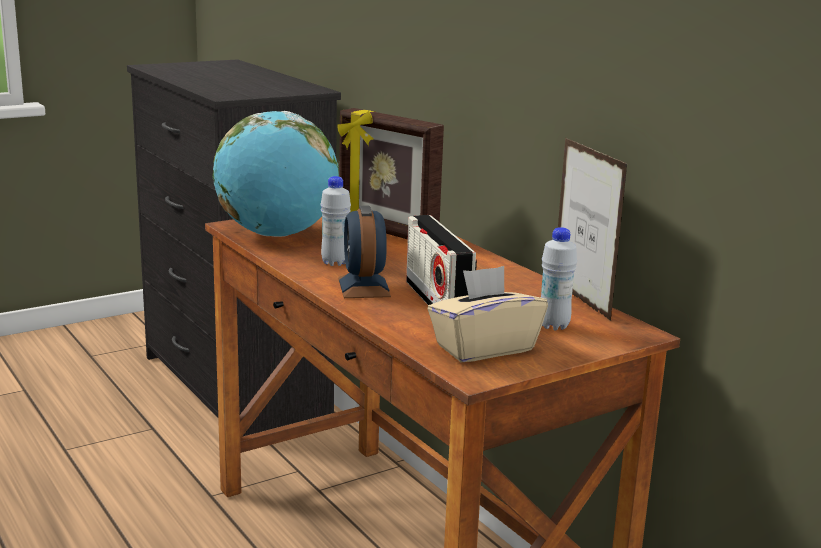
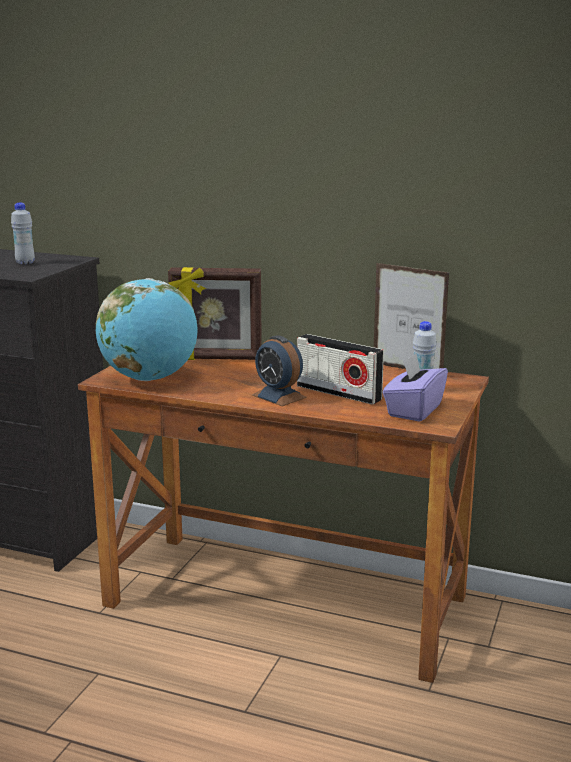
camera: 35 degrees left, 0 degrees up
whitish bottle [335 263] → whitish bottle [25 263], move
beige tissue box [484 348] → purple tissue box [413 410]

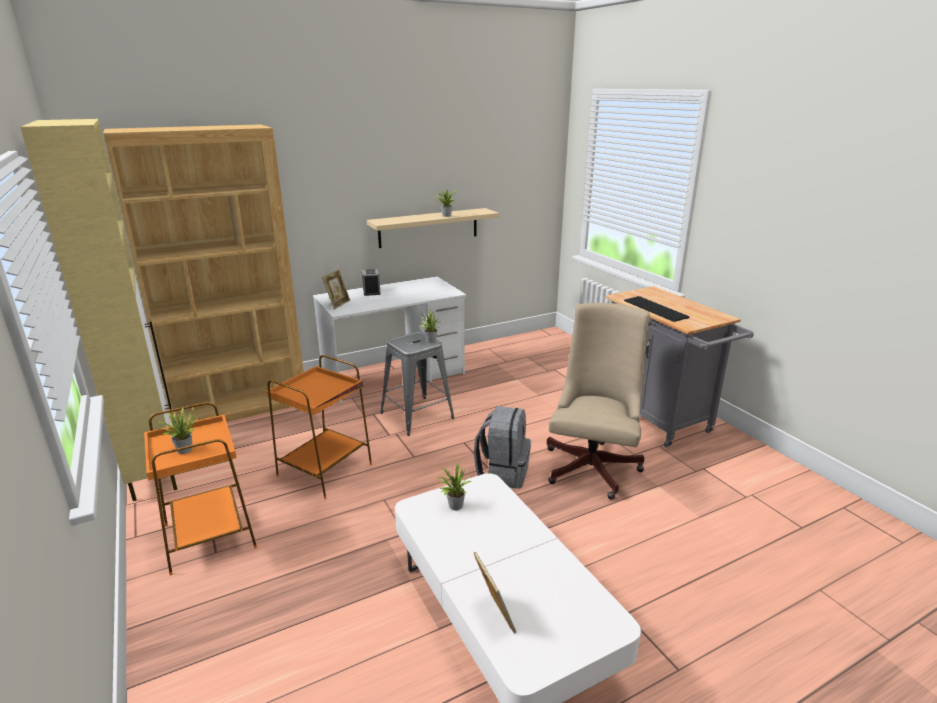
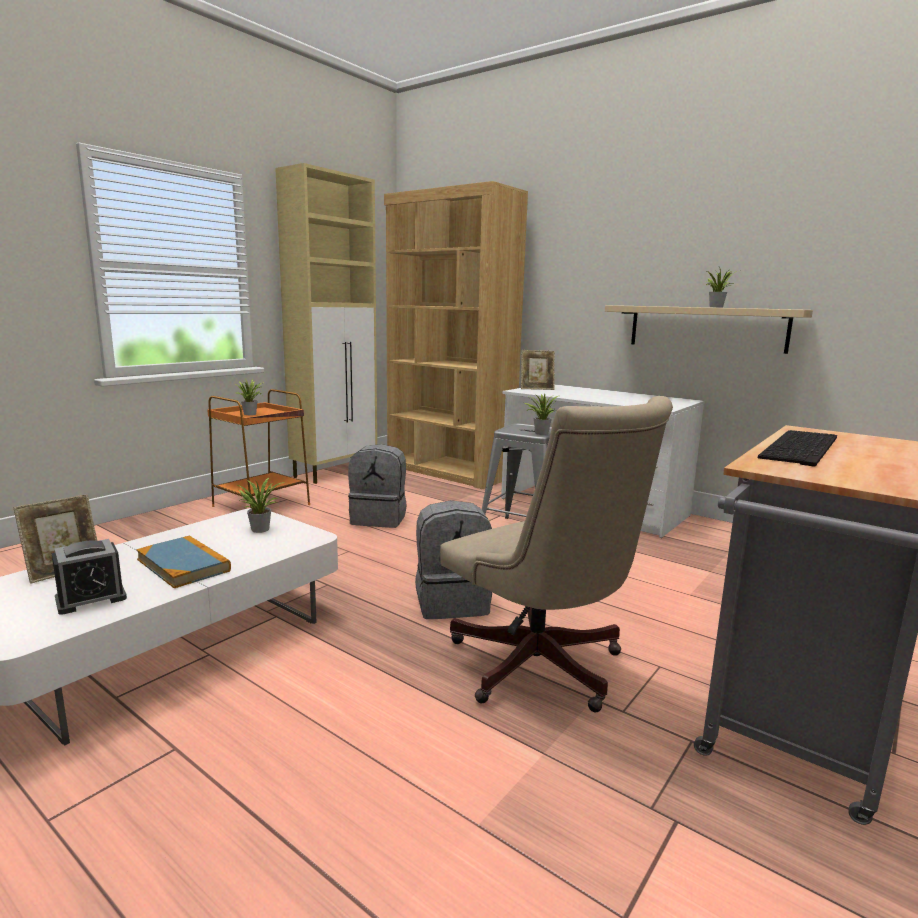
camera: 65 degrees right, 10 degrees down
alarm clock [371 291] → alarm clock [91 599], move
beige desk chair [593 464] → beige desk chair [542 670], 60 degrees clockwise
orange accent table [326 470] → gray backpack [379 519]
- → bound book [183 565]

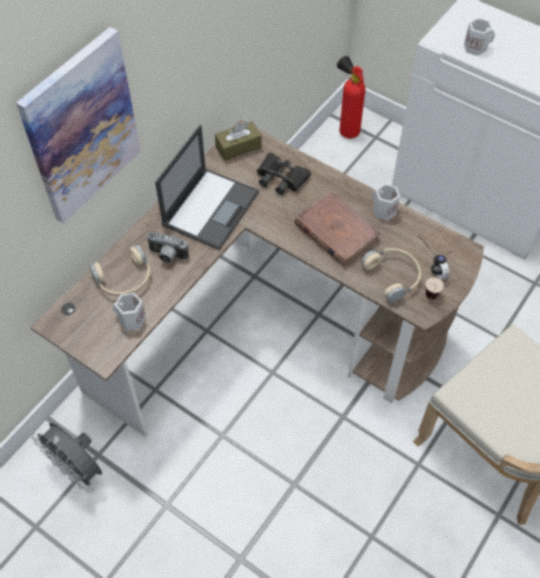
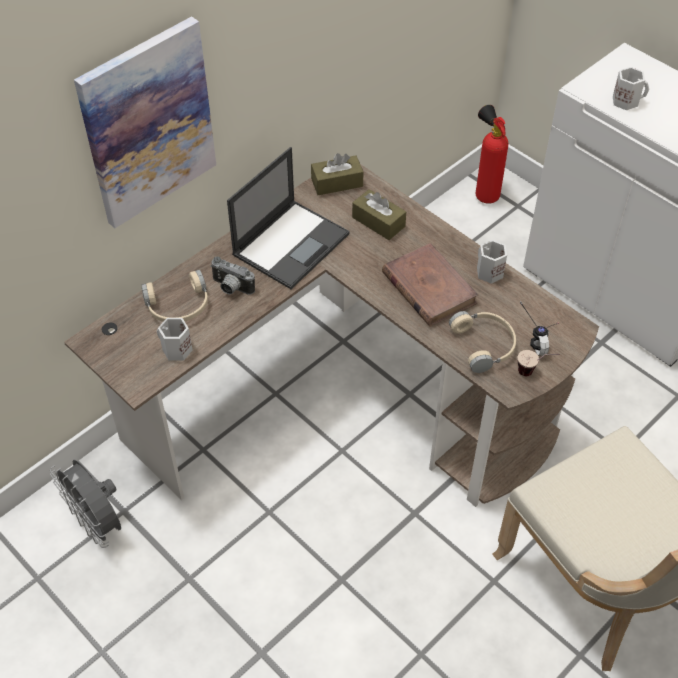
camera: 10 degrees right, 5 degrees down
black field glasses [281 178] → brownish tissue box [378 222]

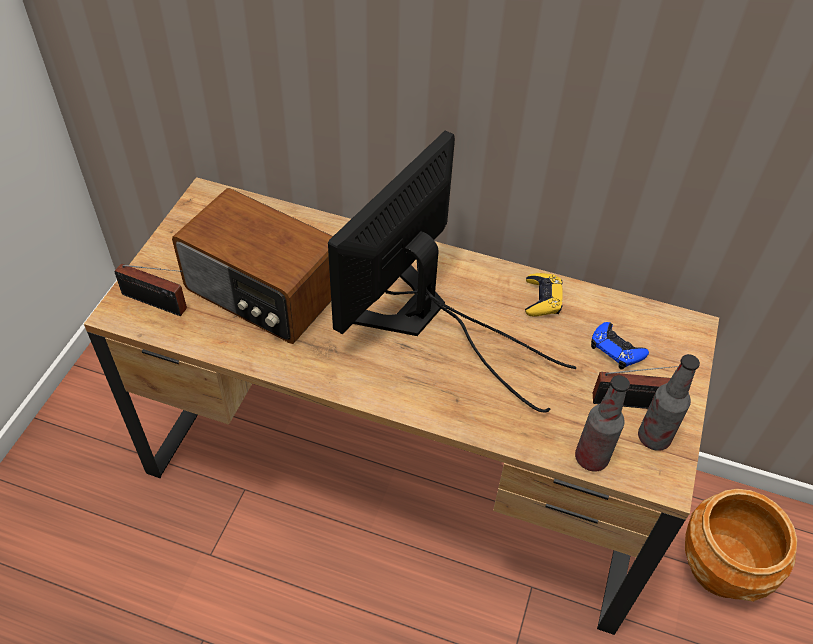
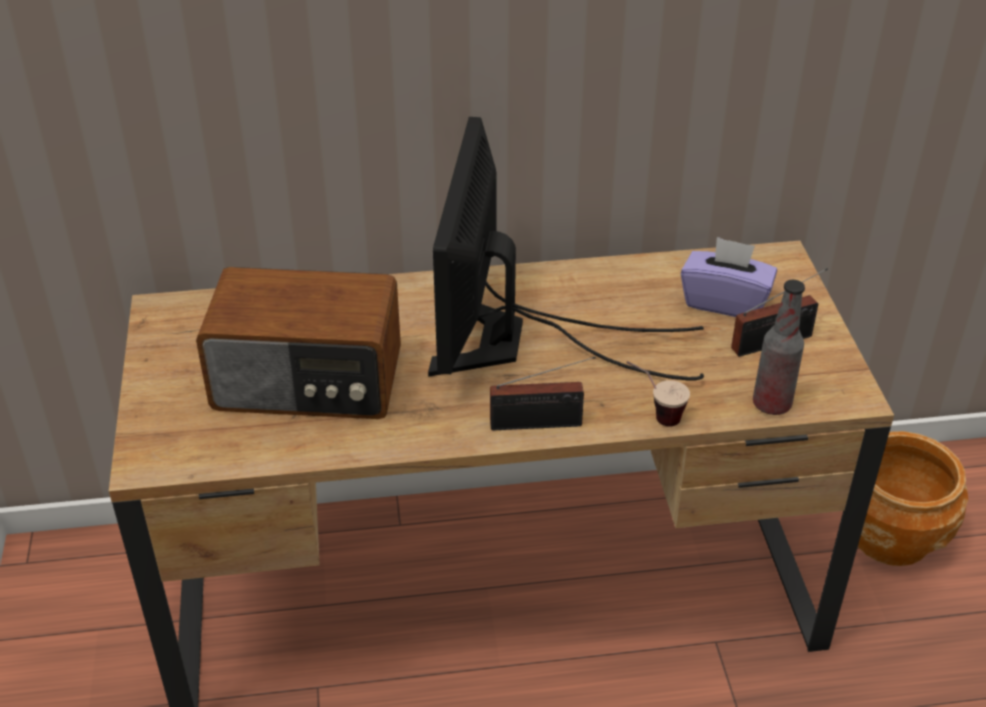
camera: 25 degrees left, 10 degrees down
radio set [157 303] → radio set [541 423], move
yellow-coloured joypad [542 299] → -
blue joypad [616 349] → purple tissue box [725 301]
bottle [653 438] → -
- → small cup [653 415]

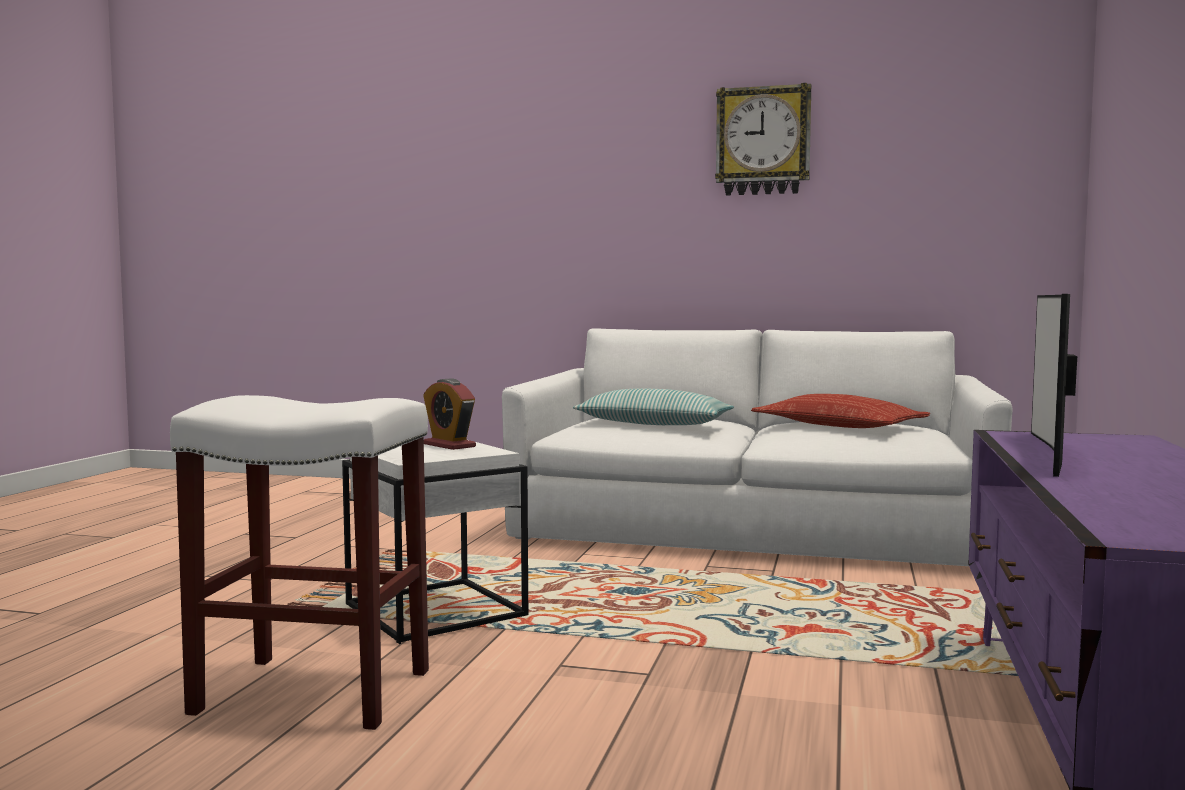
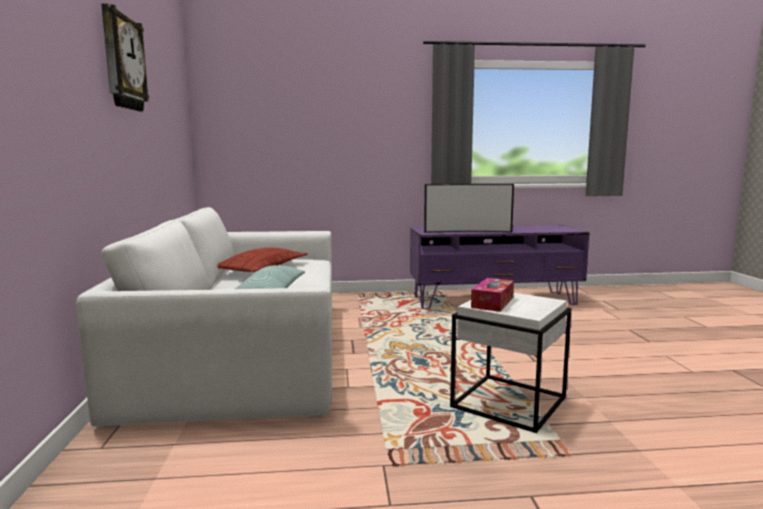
camera: 110 degrees left, 5 degrees up
alarm clock [449 445] → tissue box [492 302]
whitish stool seat [310 692] → -

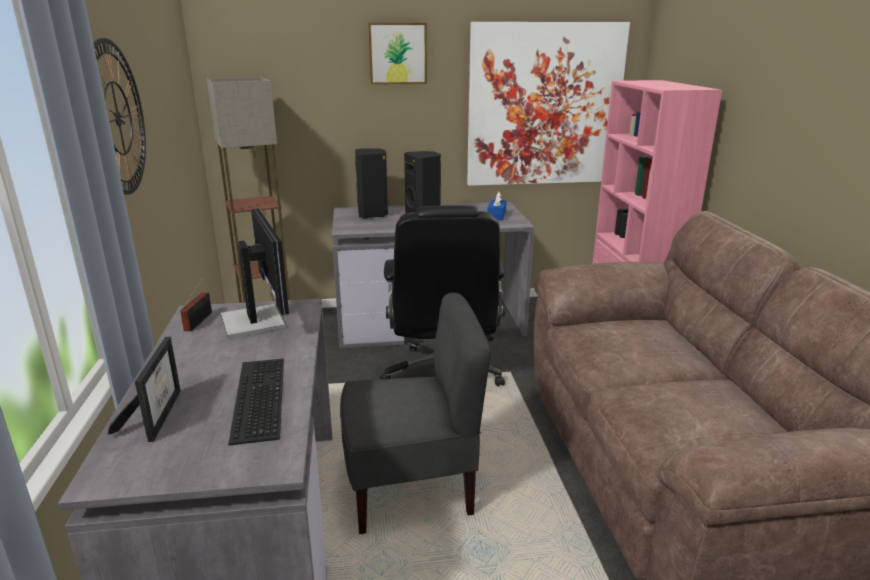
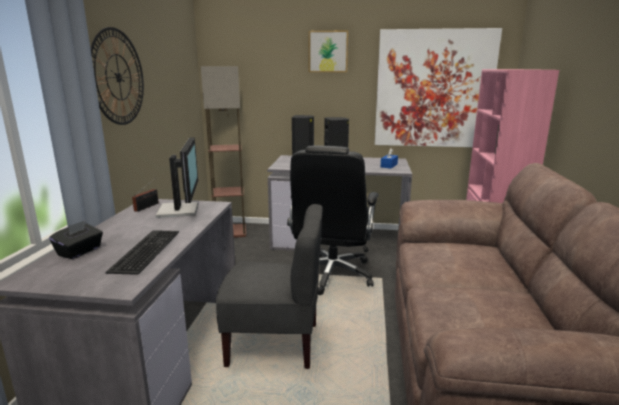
camera: 15 degrees right, 5 degrees down
picture frame [156 414] → black tissue box [80 251]

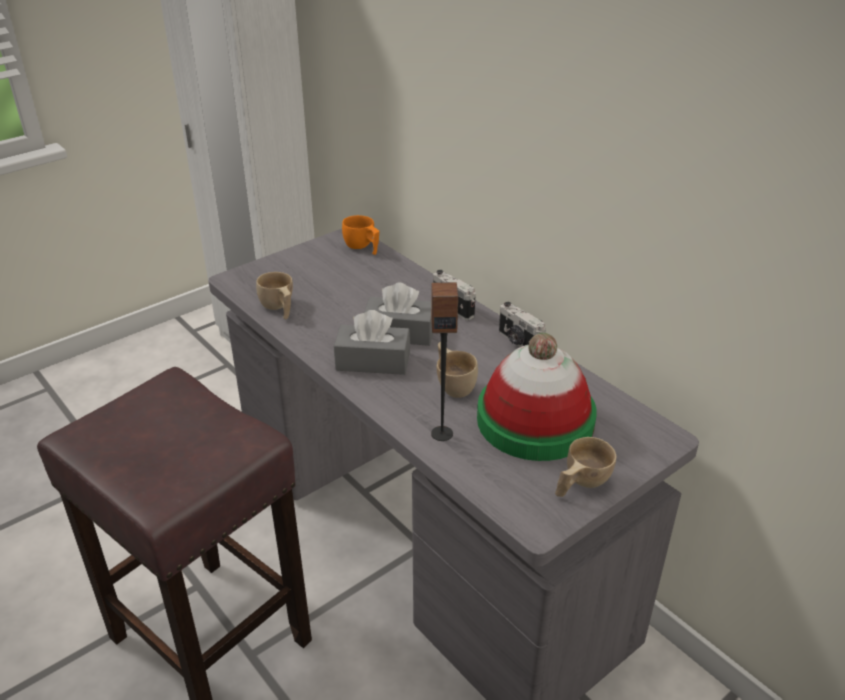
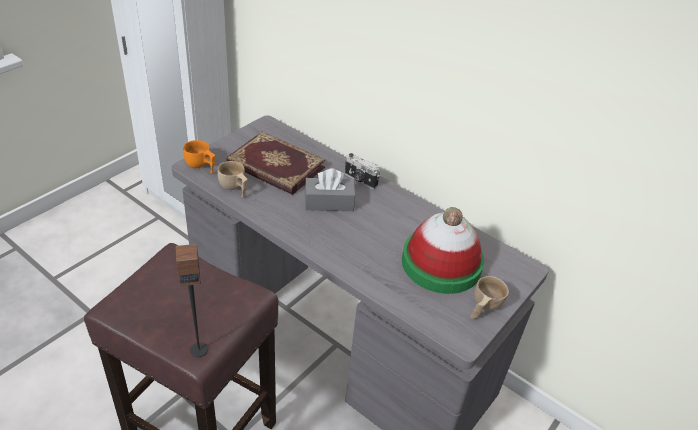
camera: 15 degrees left, 5 degrees up
orange small cup [362 248] → orange small cup [201 166], move
loudspeaker [442 433] → loudspeaker [199 349], move
photo camera [519 343] → -
gray tissue box [373 361] → -
beige small cup [454 383] → -
- → bound book [275 167]

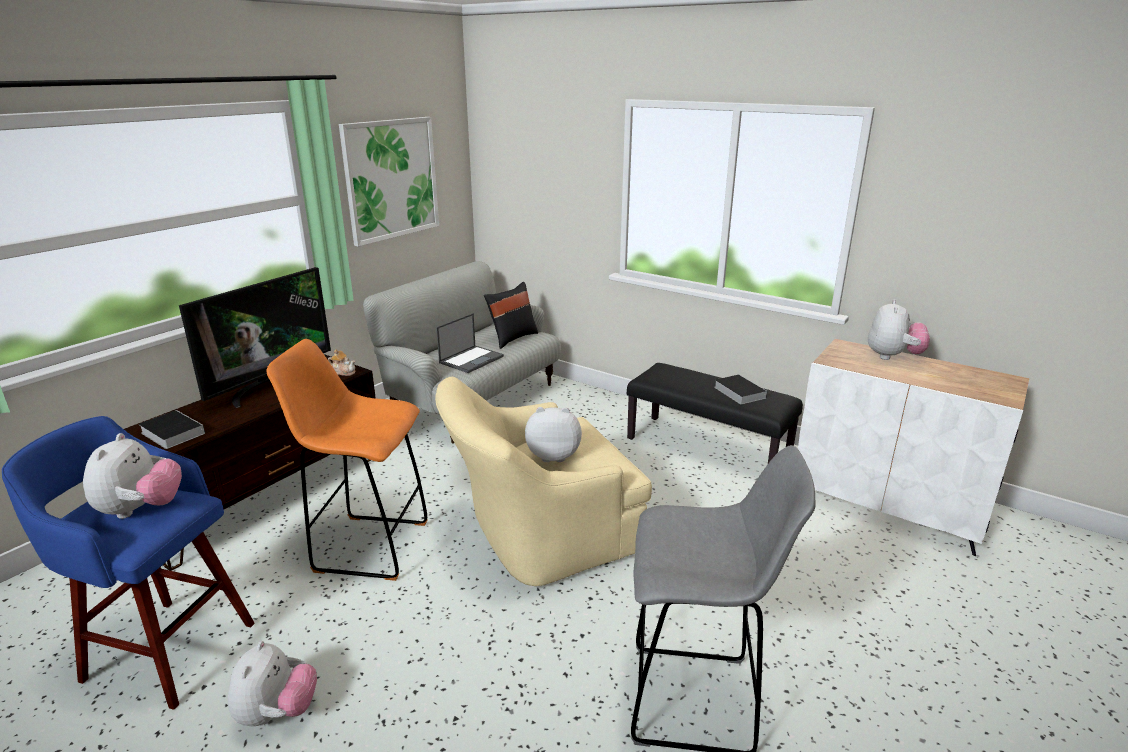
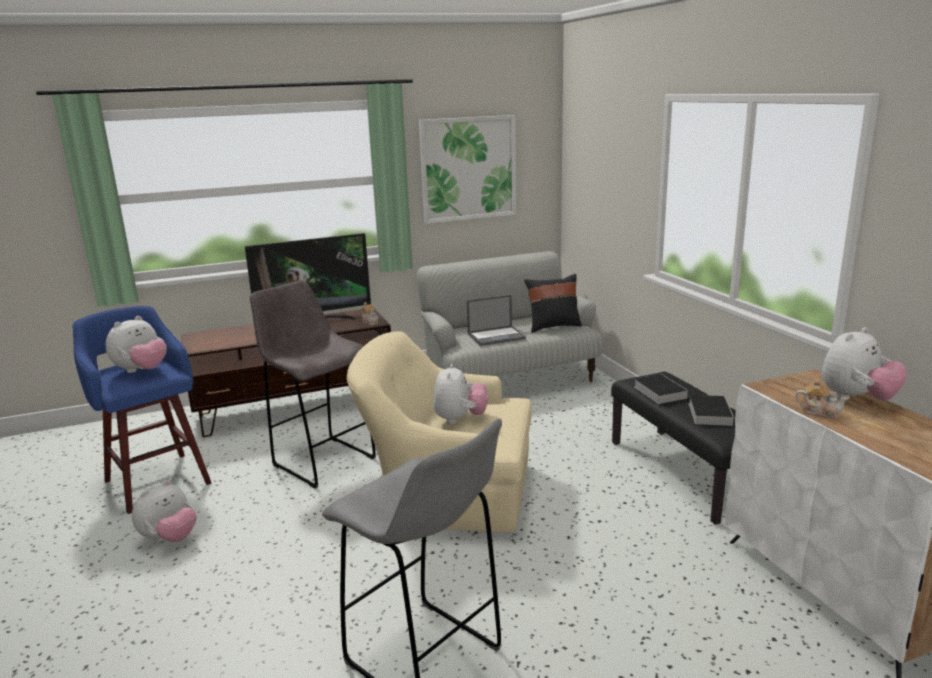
camera: 35 degrees right, 5 degrees down
orange stool seat [368 546] → gray stool seat [322 460]
plush toy [553 455] → plush toy [460 419], 60 degrees clockwise
bound book [171 432] → bound book [658 391], move
- → teapot [819 412]

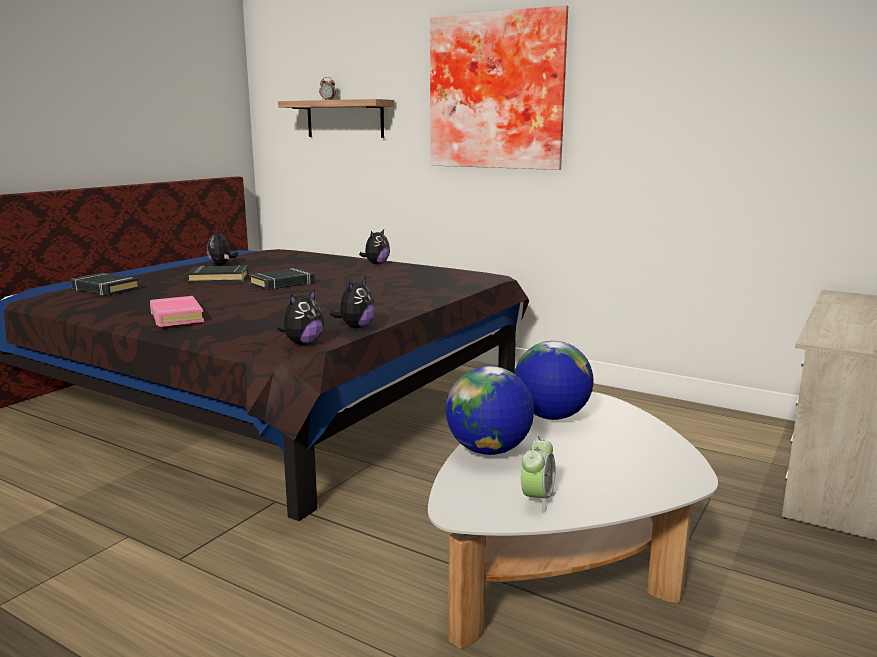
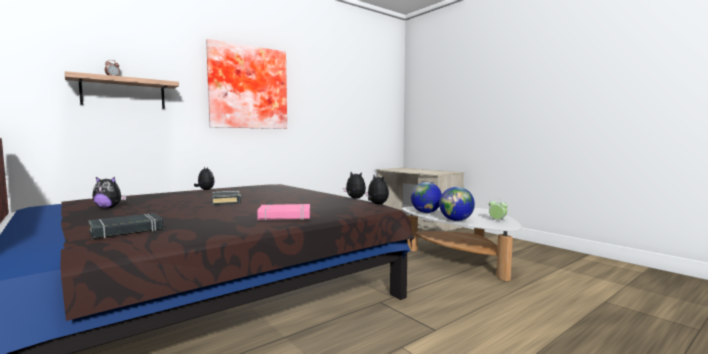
camera: 70 degrees left, 10 degrees down
black bound book [219 279] → -

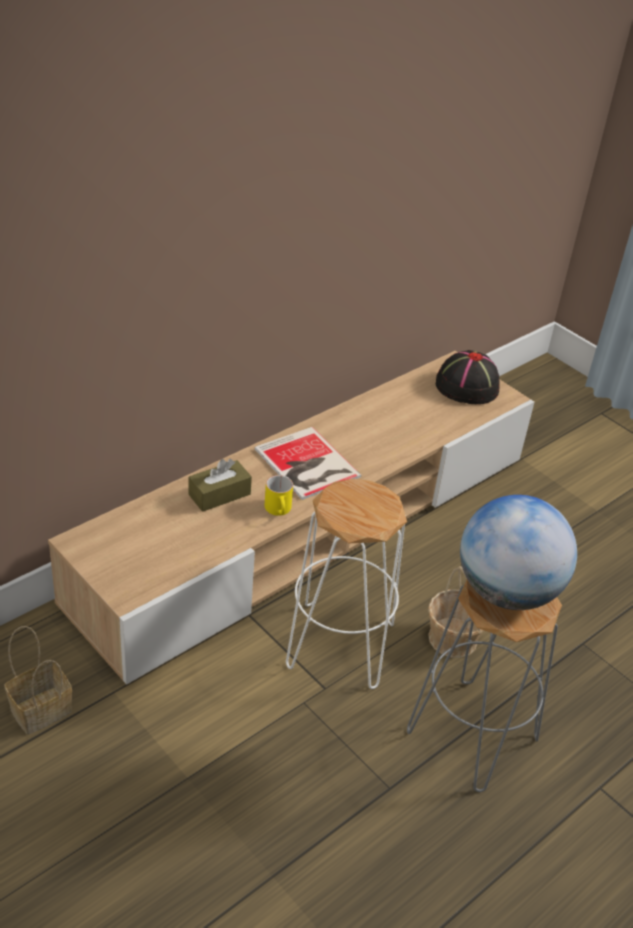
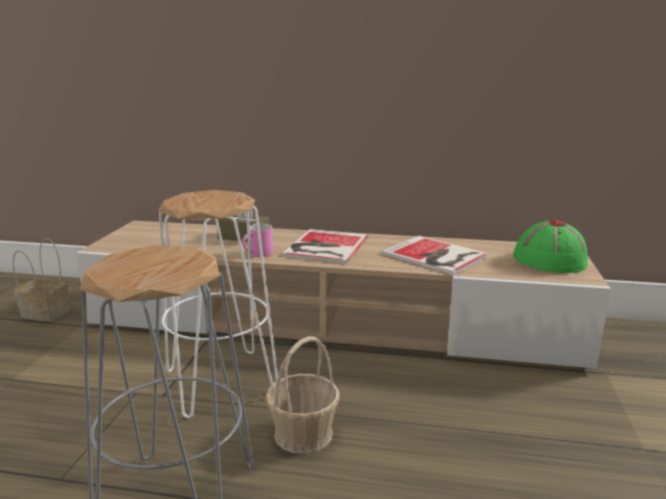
camera: 55 degrees right, 20 degrees down
black hat [466 386] → green-coloured hat [549 260]
yellow-coloured tea mug [279 510] → pink-coloured tea mug [257 254]
desk globe [507 592] → -
- → bound book [436 256]

